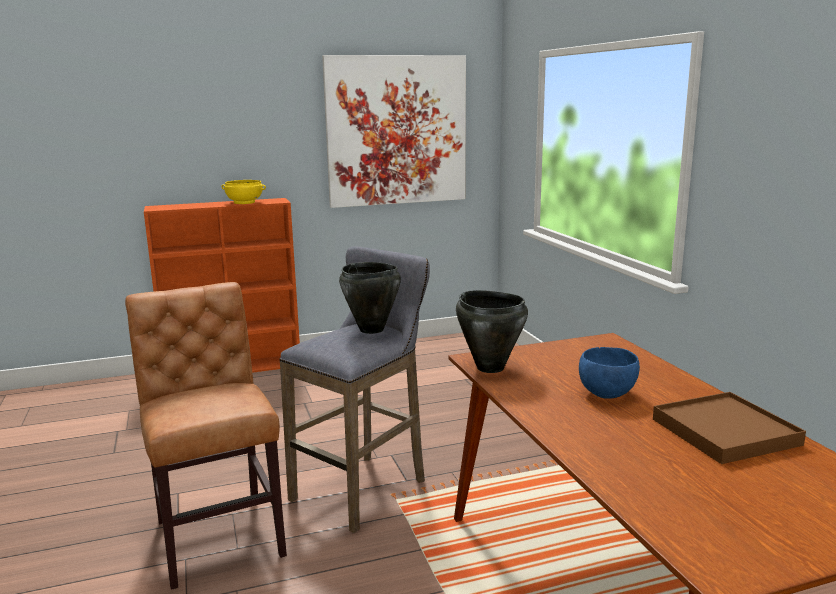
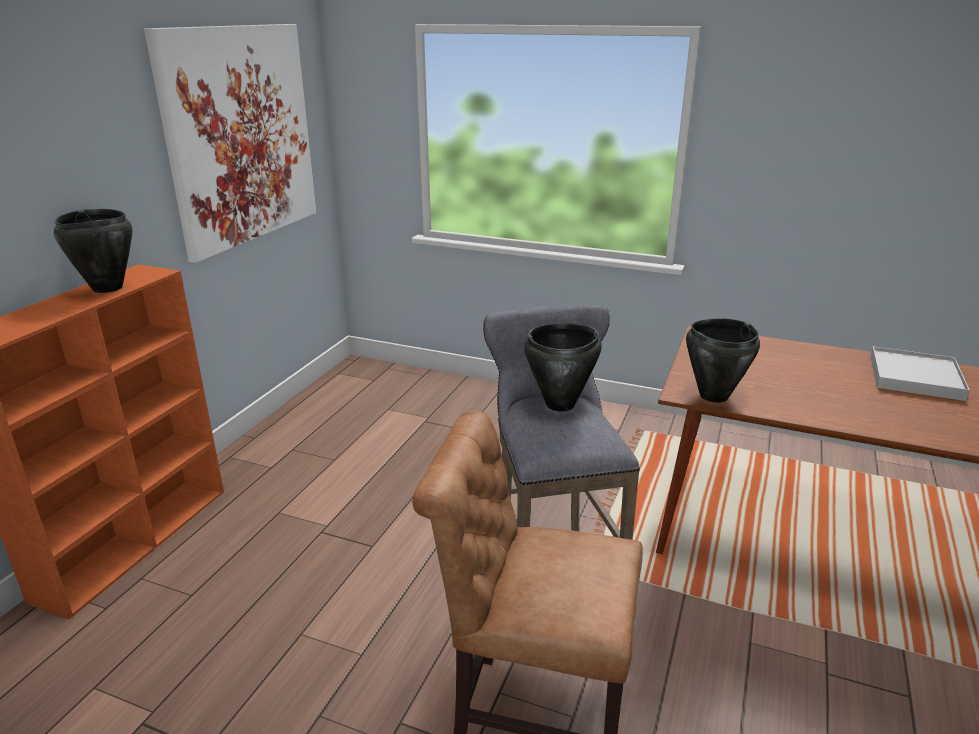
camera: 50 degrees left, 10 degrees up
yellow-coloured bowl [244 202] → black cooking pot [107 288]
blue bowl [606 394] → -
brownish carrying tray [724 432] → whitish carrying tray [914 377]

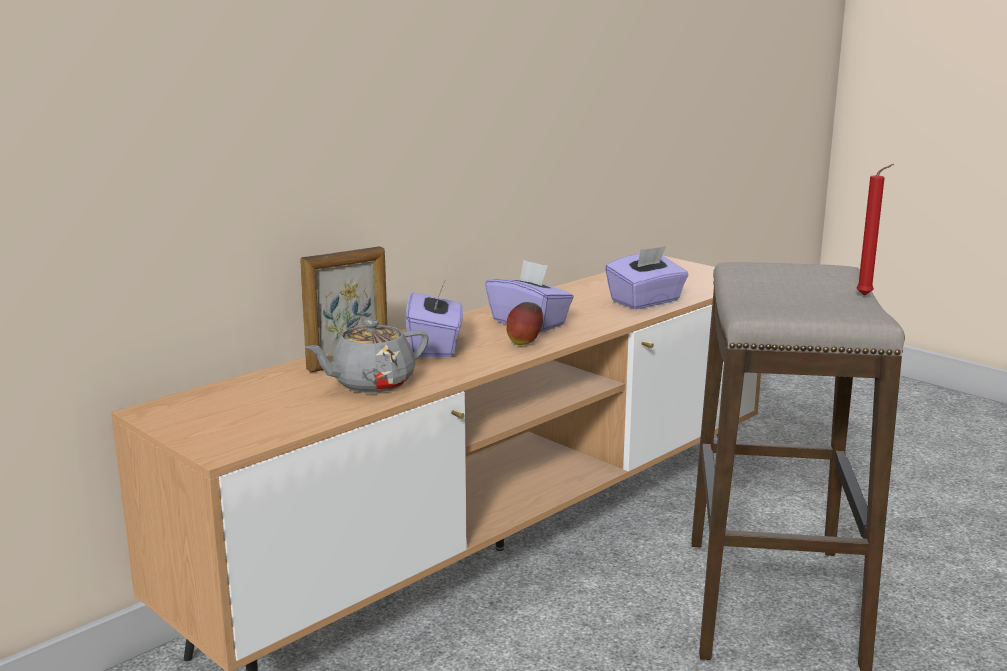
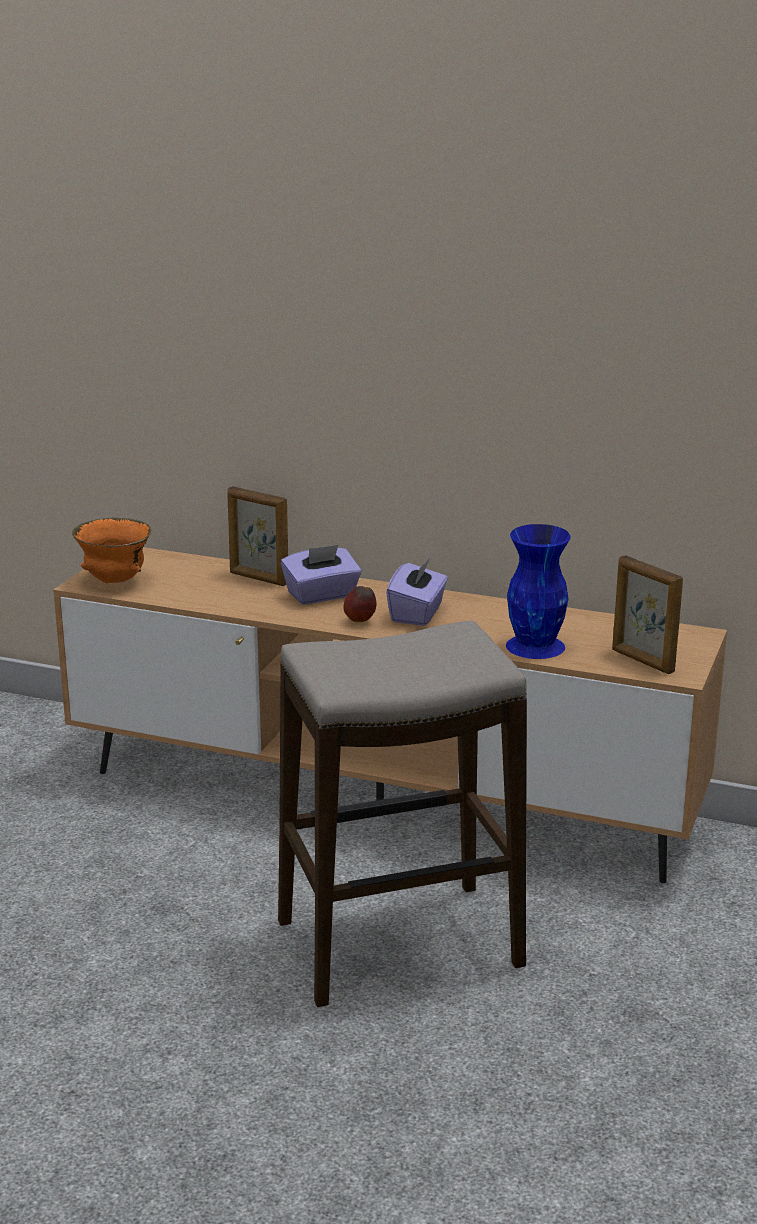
camera: 65 degrees right, 5 degrees up
red-coloured wax light [867 296] → -
purple tissue box [646 301] → blue flower vase [536 646]
gray teapot [371 383] → -
- → orange bowl [115 581]
- → picture frame [642 661]

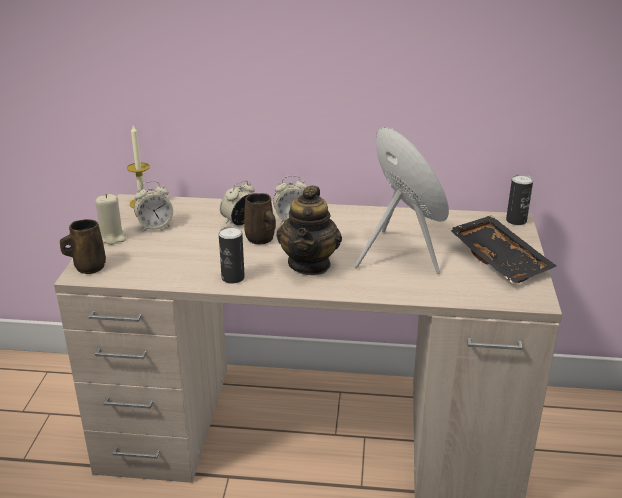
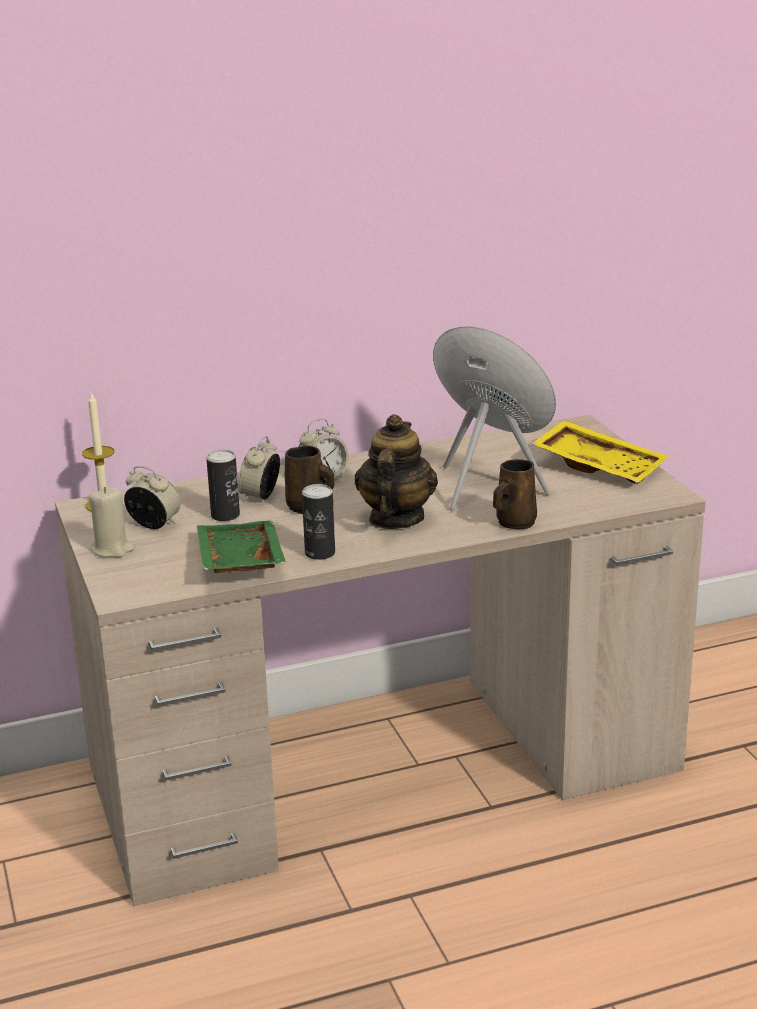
camera: 25 degrees left, 5 degrees down
sealed can [516 221] → sealed can [225 515], move
alarm clock [155 226] → alarm clock [154 525], 105 degrees counterclockwise
teapot [310 264] → teapot [395 519], 150 degrees counterclockwise
black carrying tray [501 259] → yellow-coloured carrying tray [600 466]
brownish tea mug [88 267] → brownish tea mug [514 523], move
- → green-coloured carrying tray [238 562]

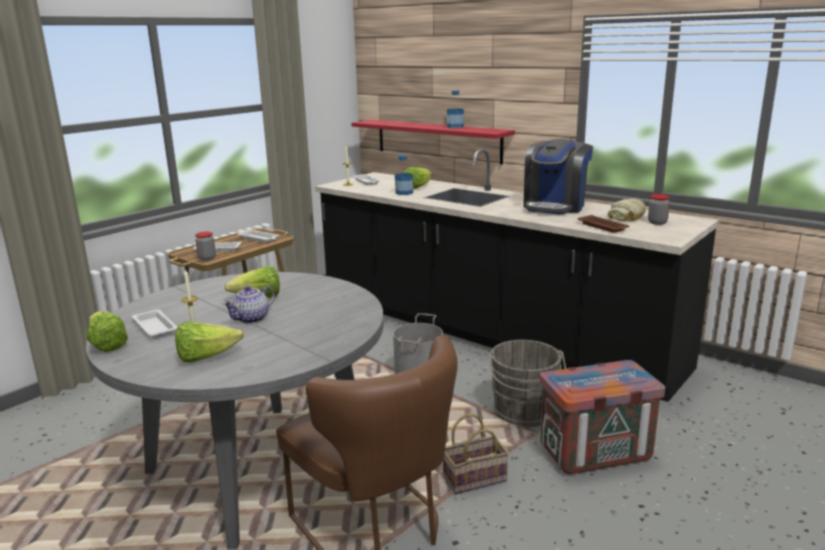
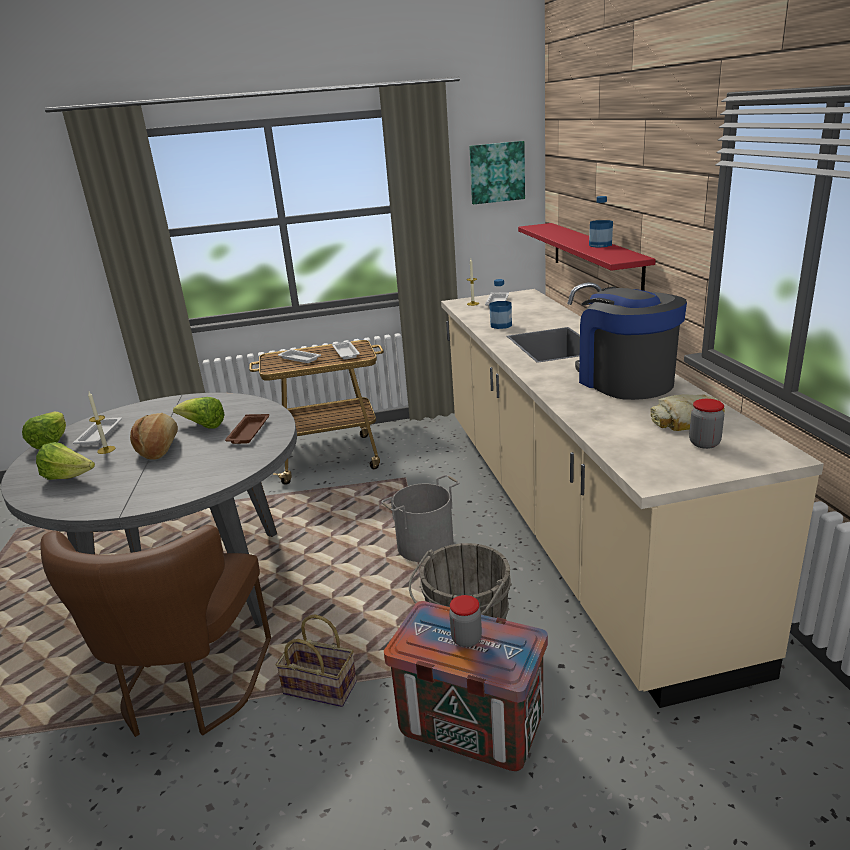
camera: 40 degrees right, 5 degrees up
coffee brewer [555 206] → coffee brewer [624 381], 90 degrees clockwise
black counter [488 332] → beige counter [566 518]
lettuce [417 187] → -
brownish carrying tray [603 227] → brownish carrying tray [248 433], move
jar [207 258] → jar [466 639], move
teapot [252 319] → bread [159 448]
- → wall art [496 172]

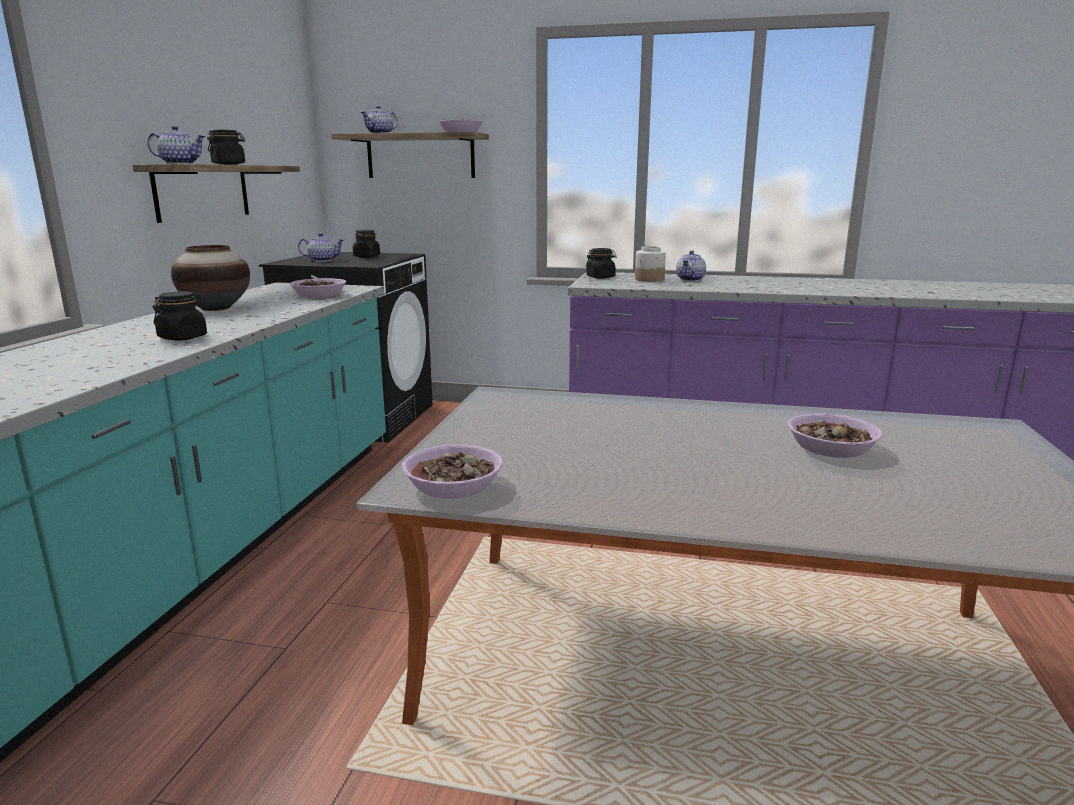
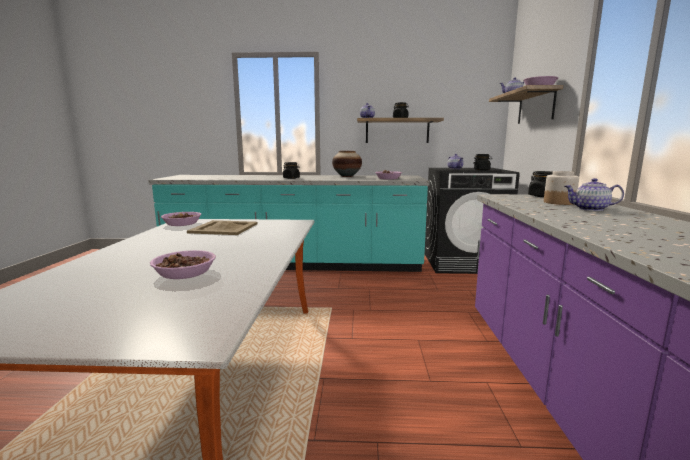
camera: 80 degrees right, 5 degrees down
- → beige carrying tray [224 228]

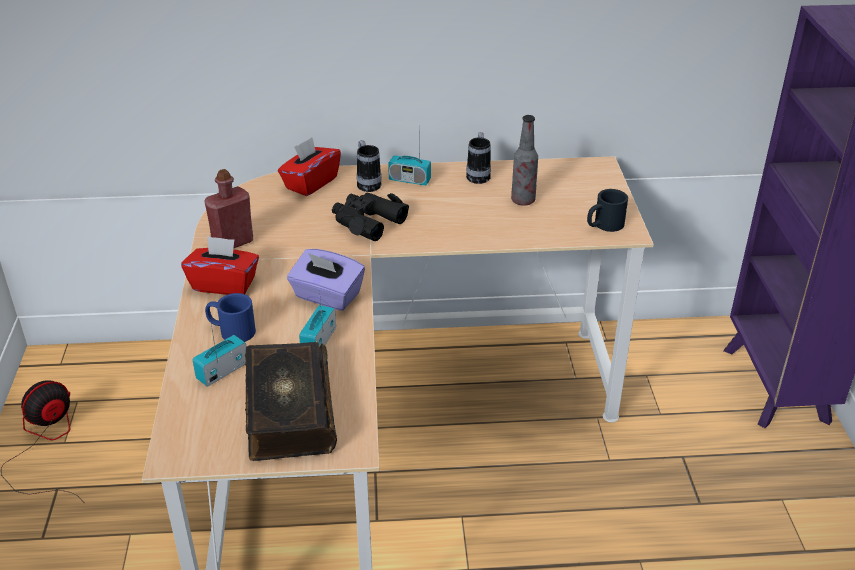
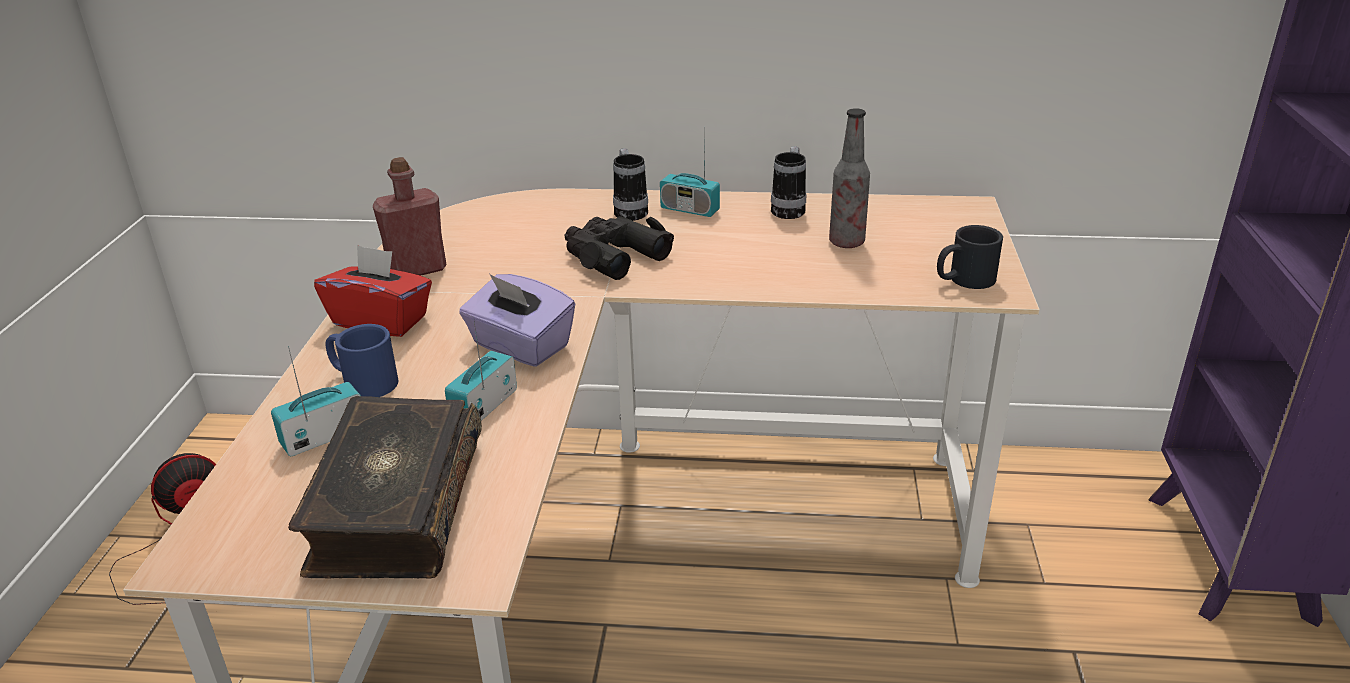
camera: 10 degrees right, 5 degrees down
red-coloured tissue box [310 183] → -

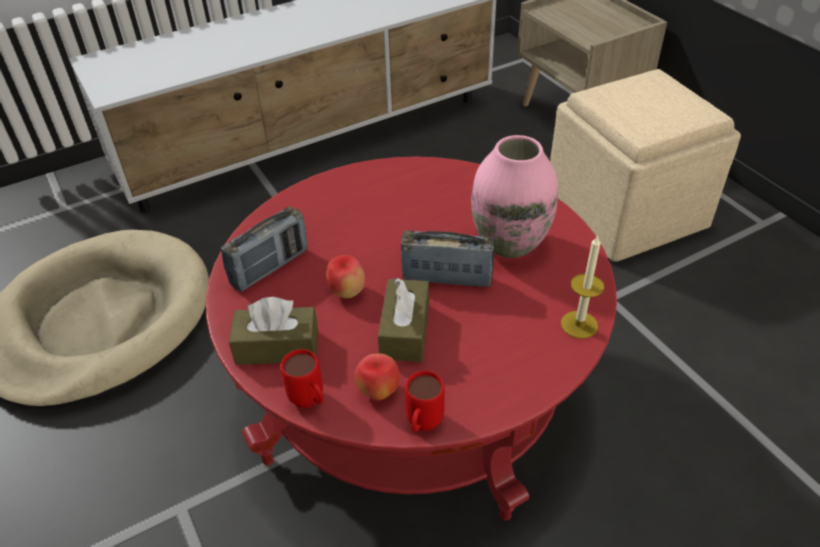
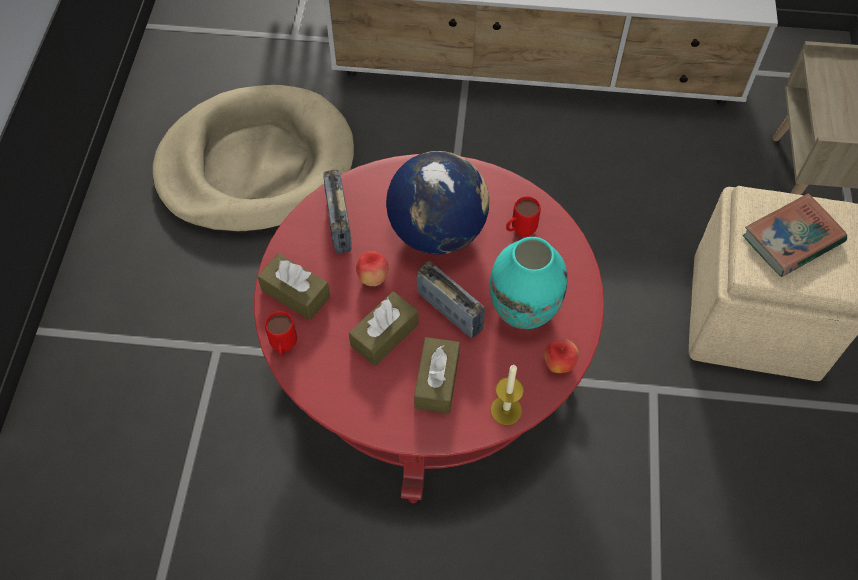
camera: 35 degrees right, 15 degrees up
pink-coloured flower vase [508 243] → turquoise-coloured flower vase [522 309]
radio set [270 267] → radio set [339 224], 90 degrees clockwise
apple fruit [378 391] → apple fruit [558 364], move
red-coloured tea mug [422 426] → red-coloured tea mug [519 232], move
- → desk globe [437 231]
- → bound book [792 239]
- → brownish tissue box [437 381]

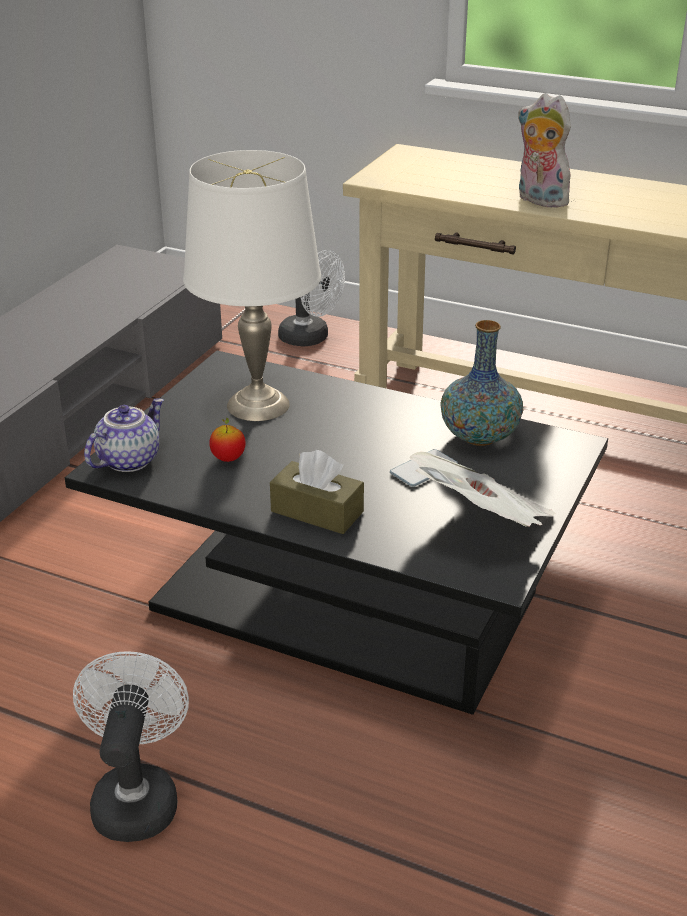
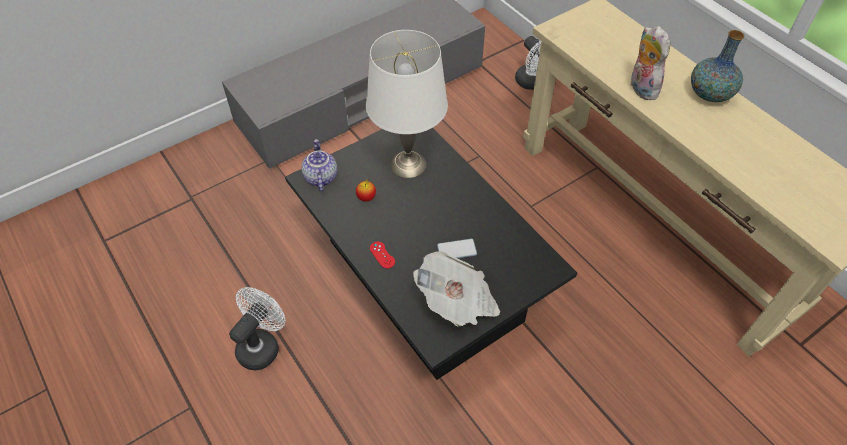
camera: 30 degrees right, 20 degrees up
flower vase [479 437] → flower vase [709 94], move
teapot [128 460] → teapot [320 177], 75 degrees counterclockwise
brownish tissue box [317 511] → red-coloured joypad [382 255]

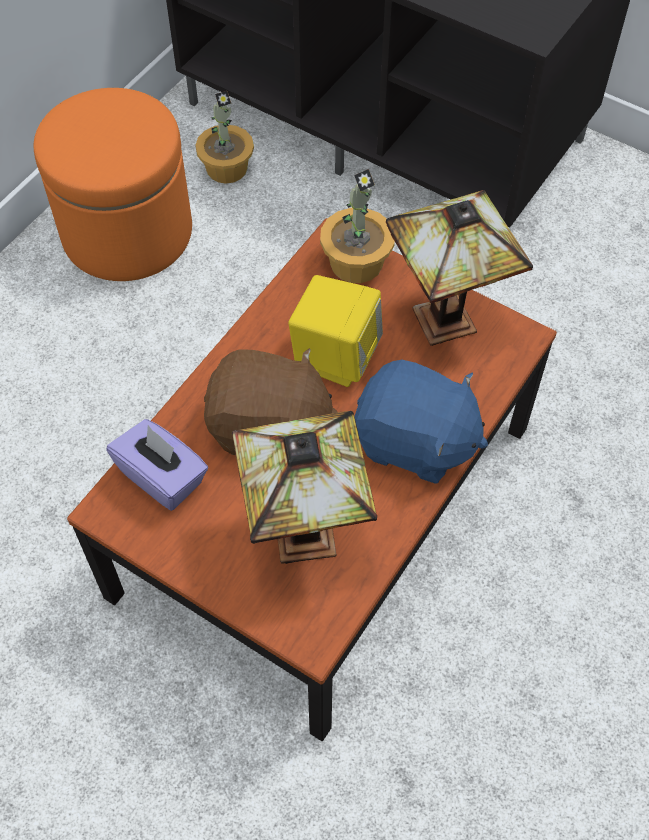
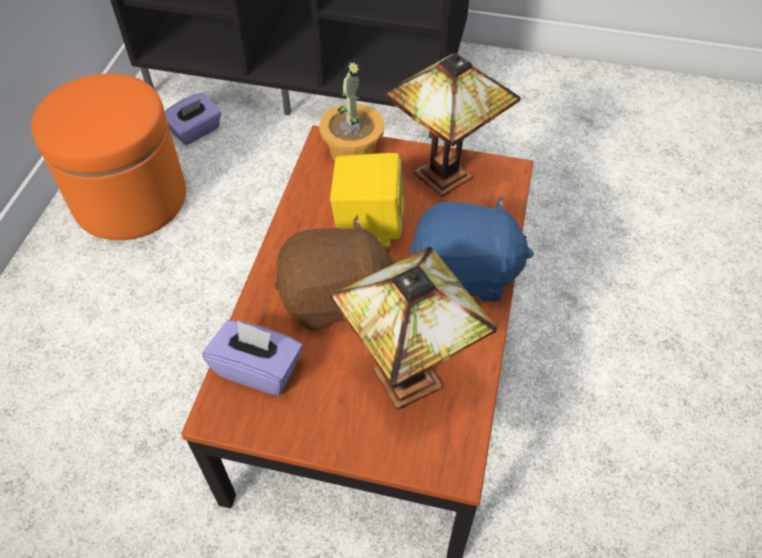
camera: 20 degrees left, 5 degrees down
houseplant [226 167] → purple tissue box [196 131]

